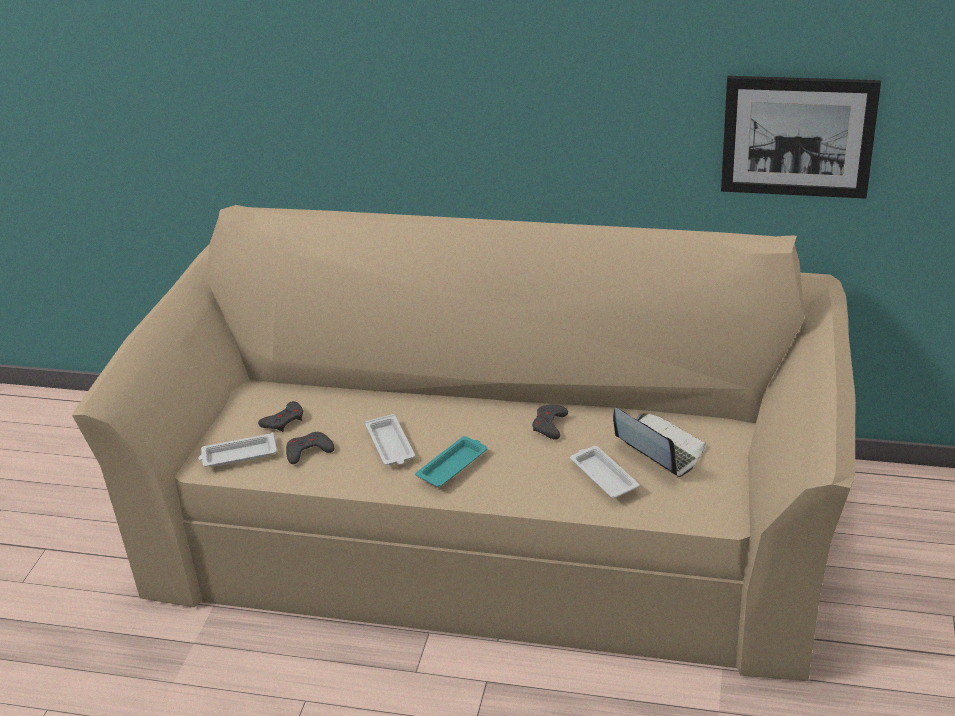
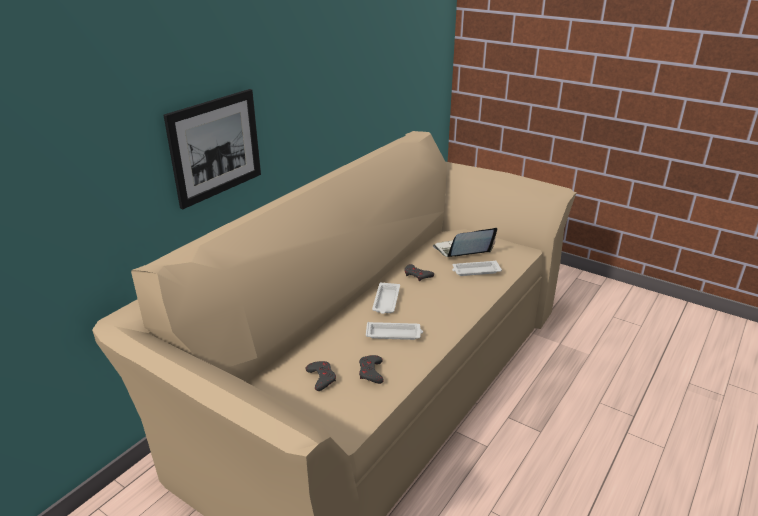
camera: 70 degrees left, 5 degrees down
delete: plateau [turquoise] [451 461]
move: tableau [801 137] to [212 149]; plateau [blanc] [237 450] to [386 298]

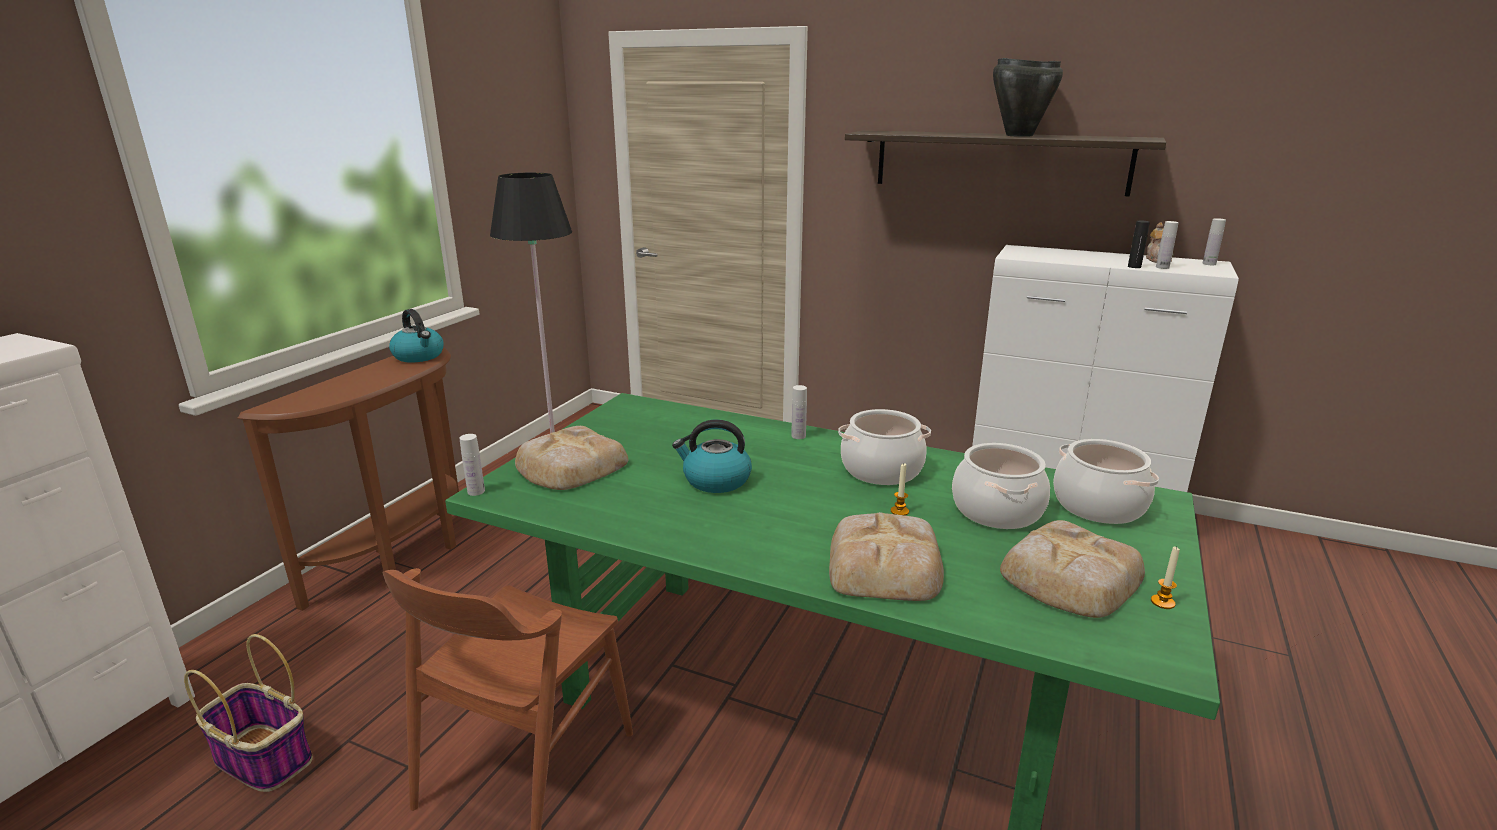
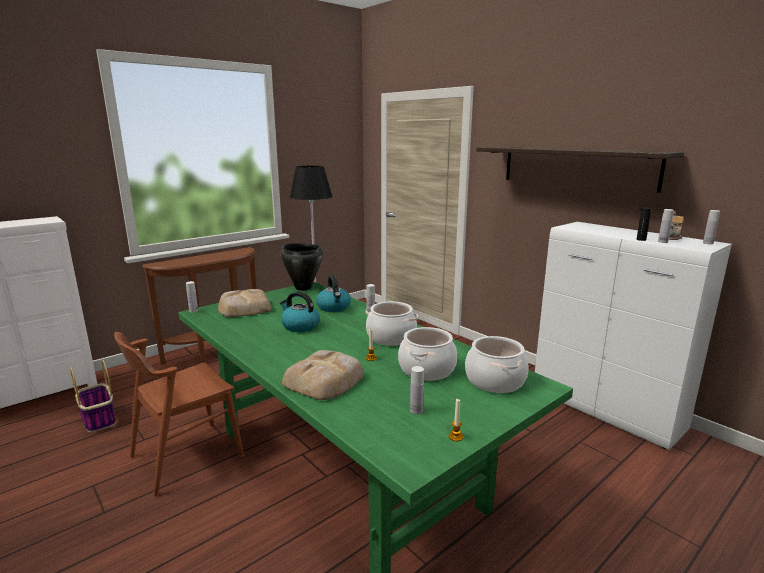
camera: 25 degrees right, 5 degrees down
move: marmite [noir] [1028 97] to [301 267]; bouilloire [416 336] to [333 293]
replace: pain [1072 569] to bouteille [blanc] [417 390]

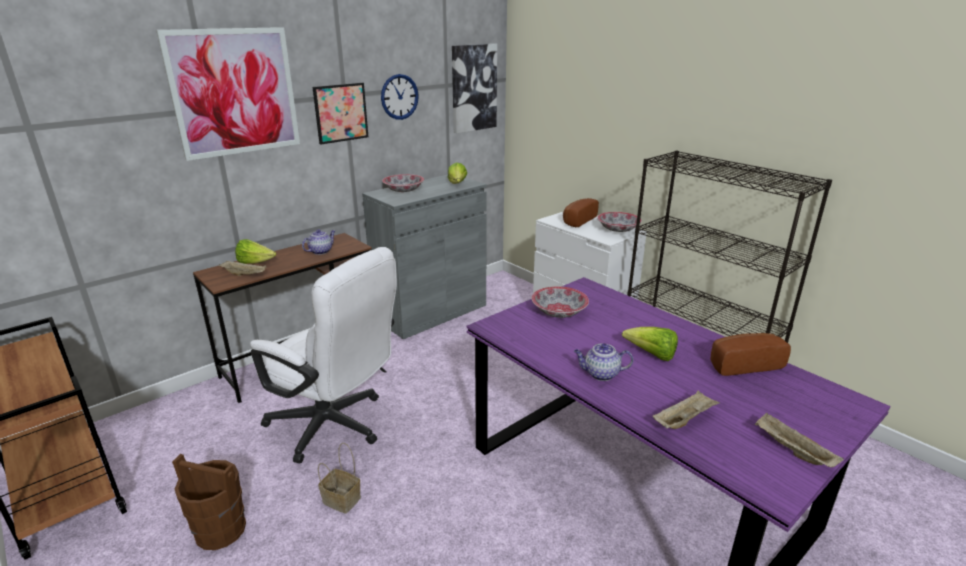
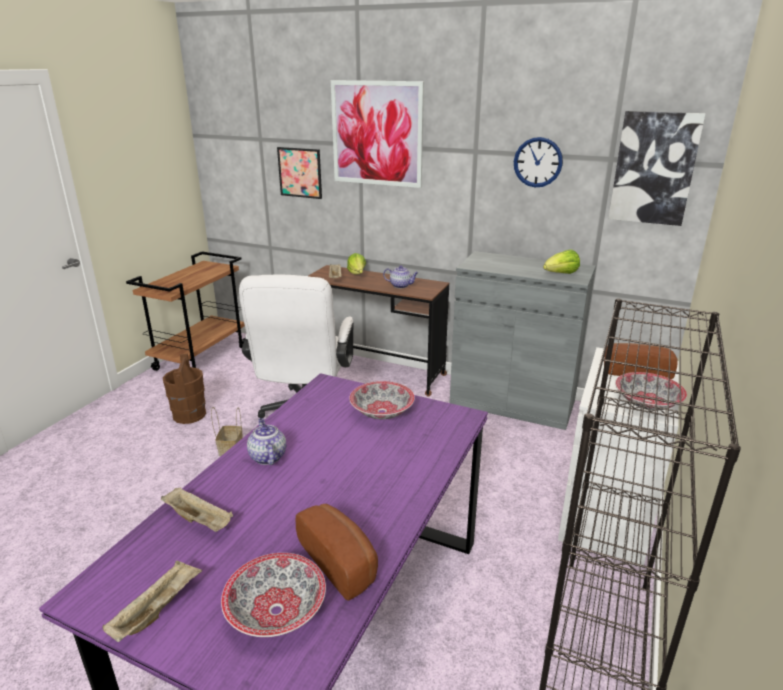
camera: 65 degrees right, 0 degrees up
delete: laitue [650 344]
move: bol [403 183] to [273 595]; tableau [340 114] to [299 173]

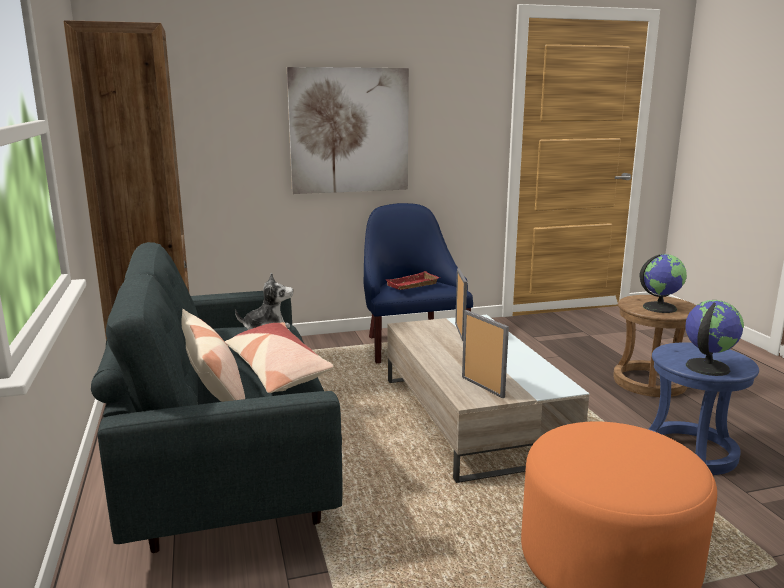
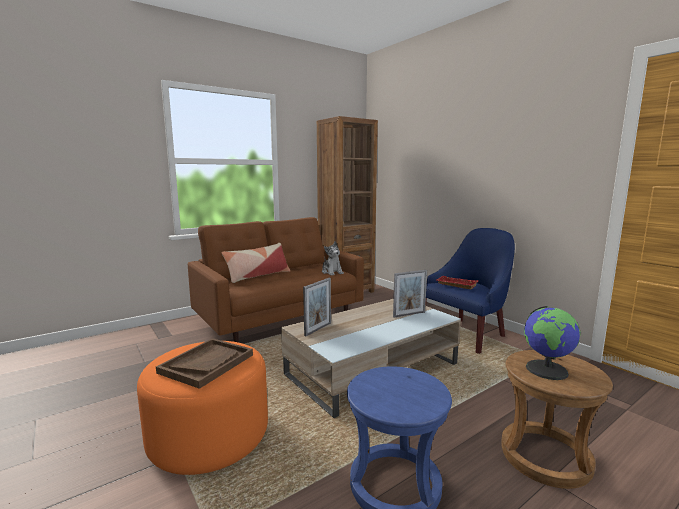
camera: 70 degrees right, 5 degrees down
delete: coussin [279 357]; tableau [348 130]; globe [715 338]
insert: plateau [marron] [204 363]
recolor: canapé [gris] [217 397] to canapé [marron] [276 279]

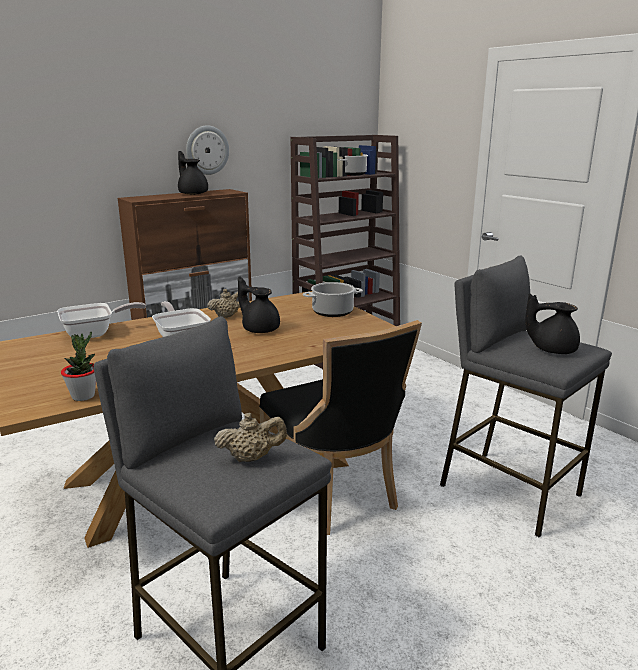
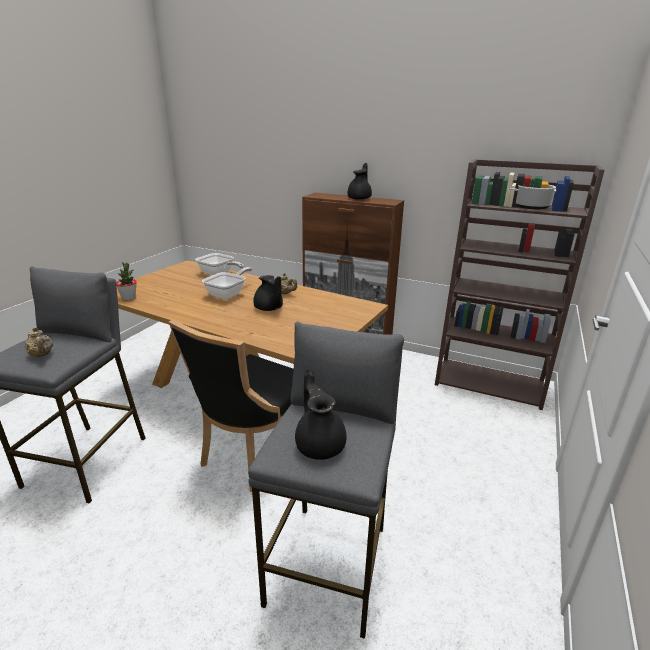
camera: 60 degrees right, 5 degrees up
delete: horloge murale [207 150]; marmite [333 299]
rotate: théière [noir] [259 305] = [268 293] 135 degrees clockwise

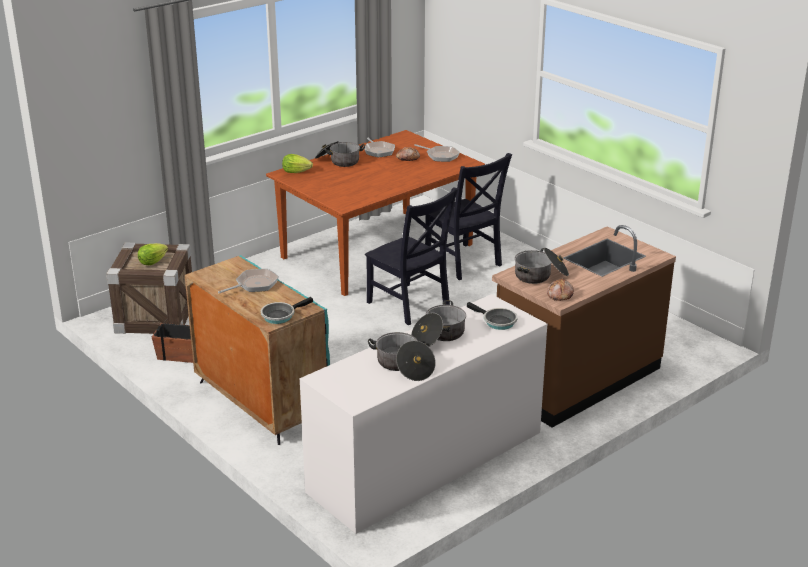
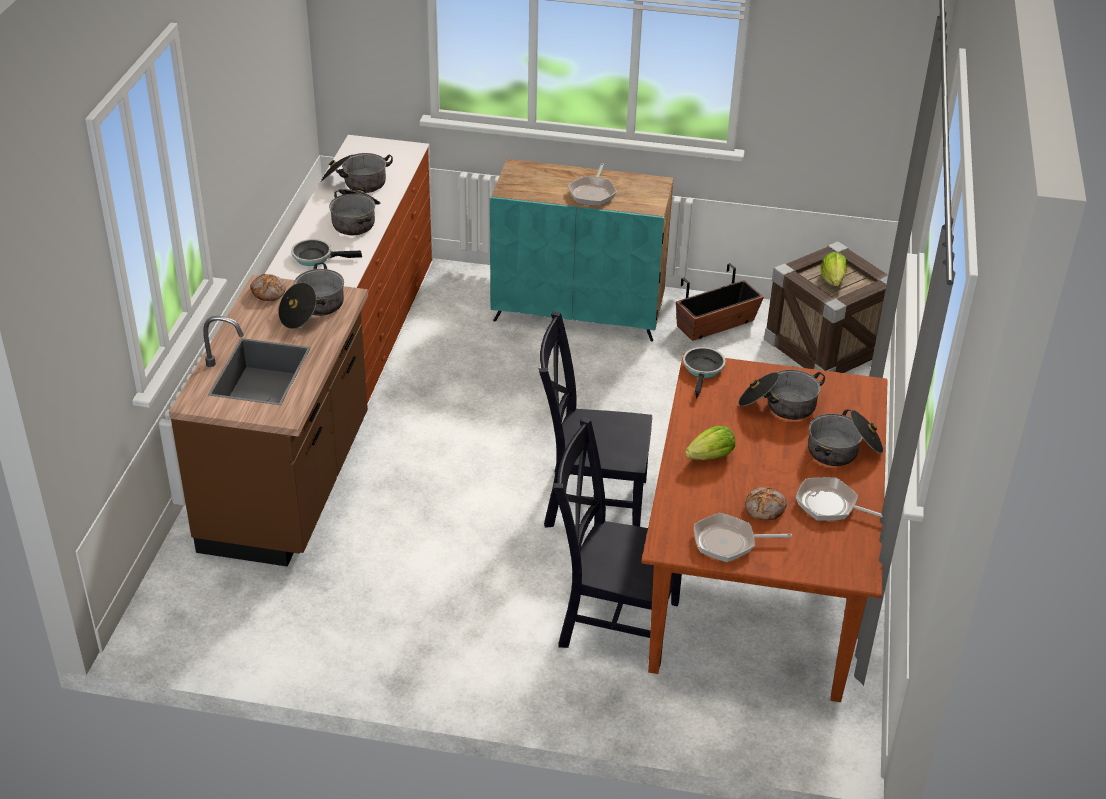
camera: 140 degrees right, 10 degrees up
insert: marmite [781 395]
move: poêle [287 310] to [704 372]; laitue [297 163] to [710 443]

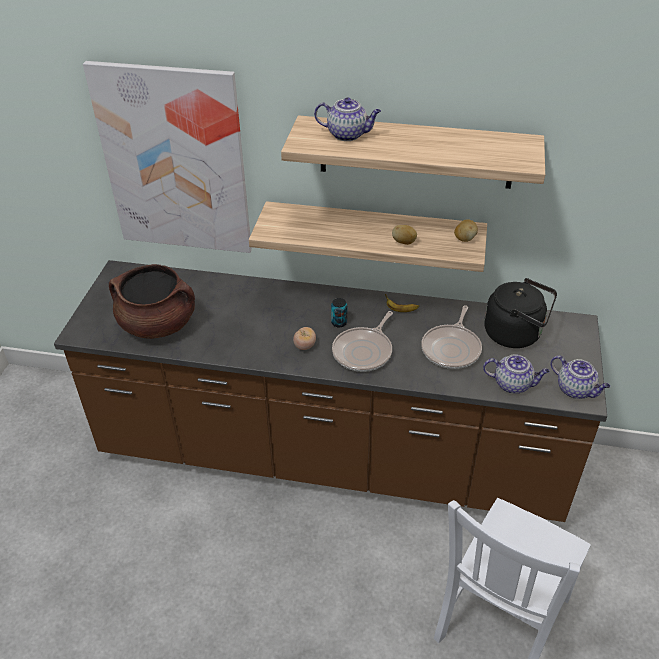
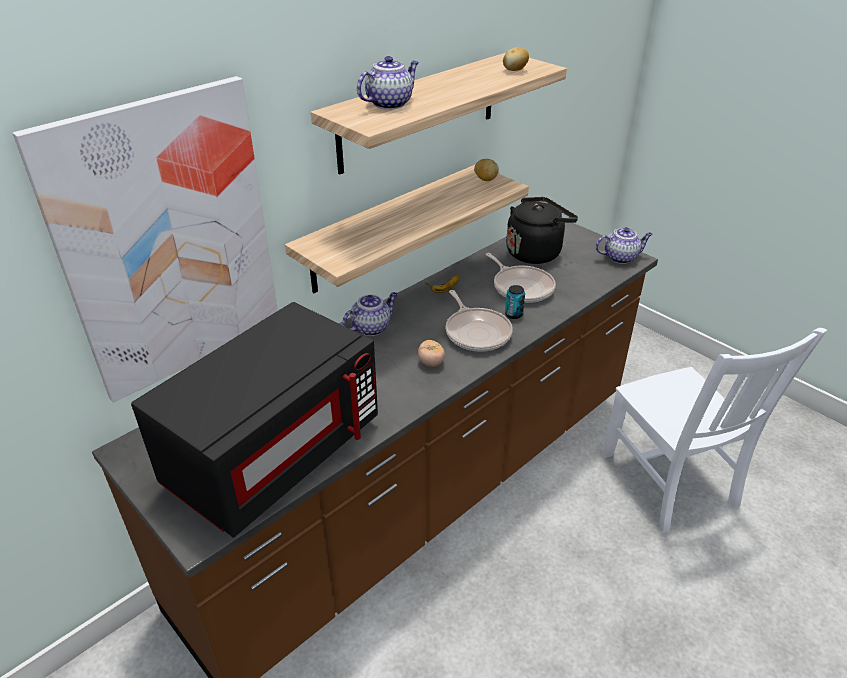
camera: 55 degrees left, 5 degrees down
move: théière [516 374] to [369 314]; pomme de terre [404 235] to [516 59]; boîte métallique [339 312] to [515 302]
replace: marmite [marron] [152 301] to micro-ondes [noir] [254 420]

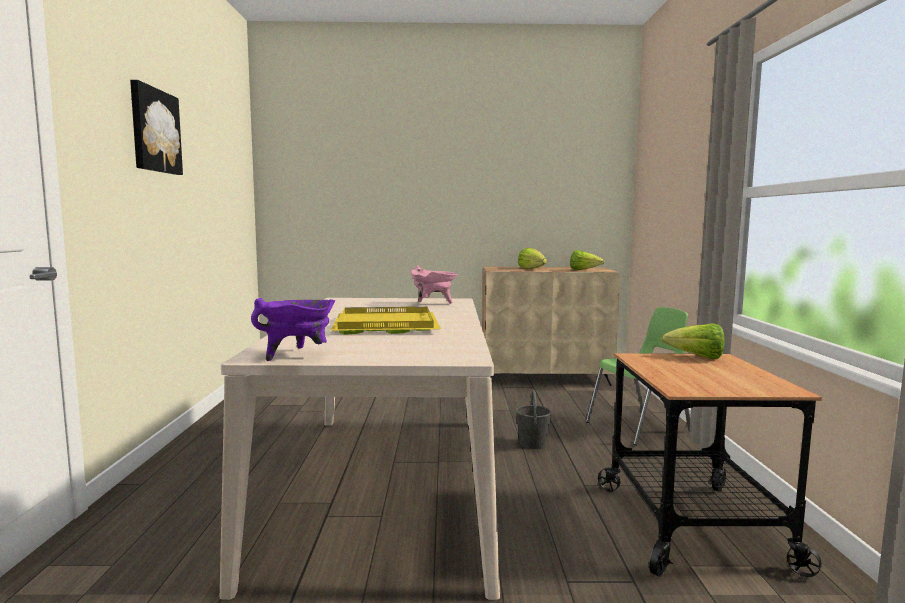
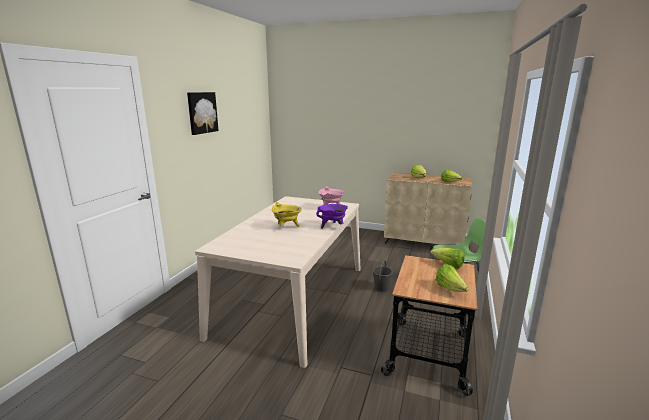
camera: 20 degrees right, 10 degrees up
insert: laitue [452 278]
move: marmite [violet] [293 329] to [332 216]
replace: plateau [jaune] [385 321] to marmite [jaune] [287 214]

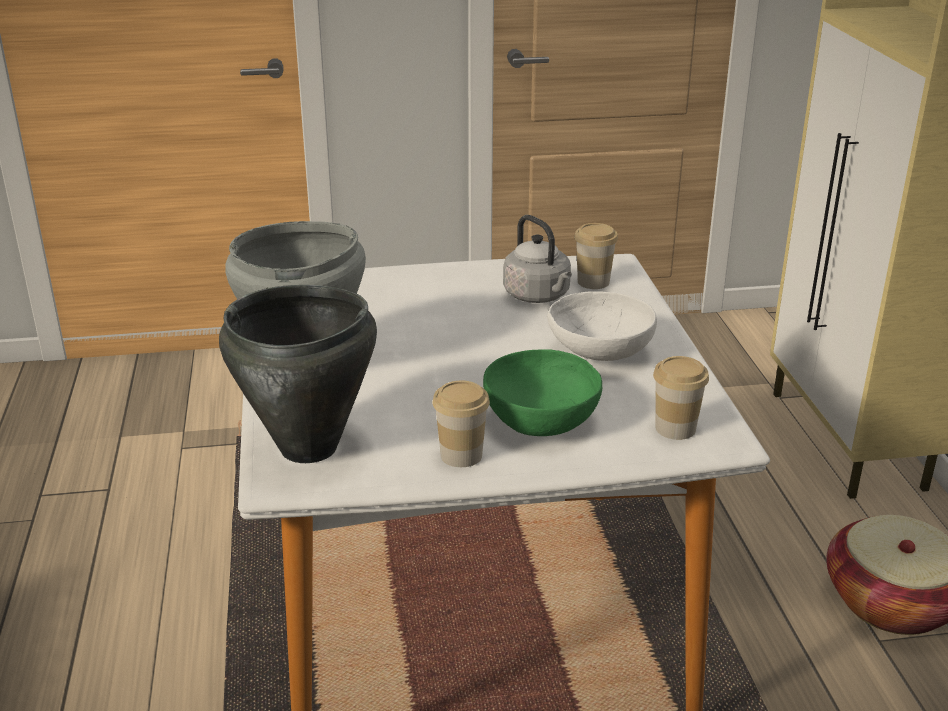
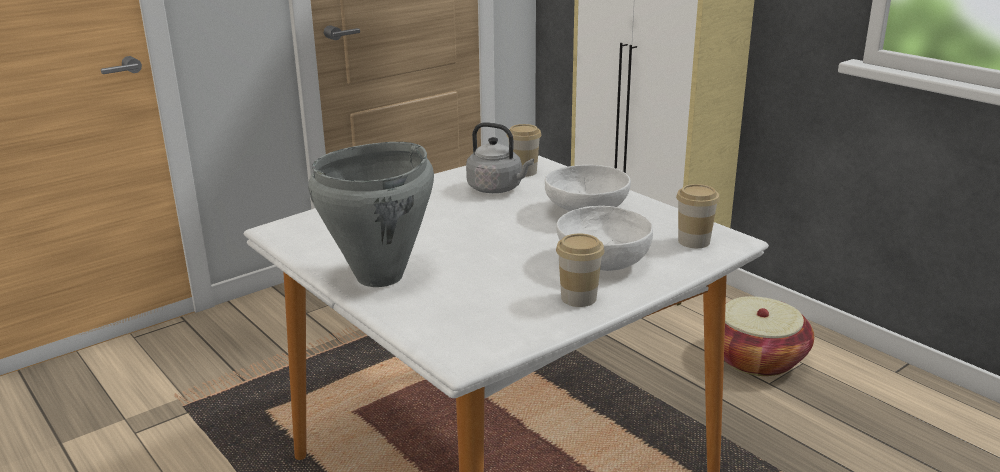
camera: 30 degrees left, 5 degrees down
delete: marmite [noir] [298 374]
recolor: bol [vert] [542 392] to bol [blanc] [604 238]

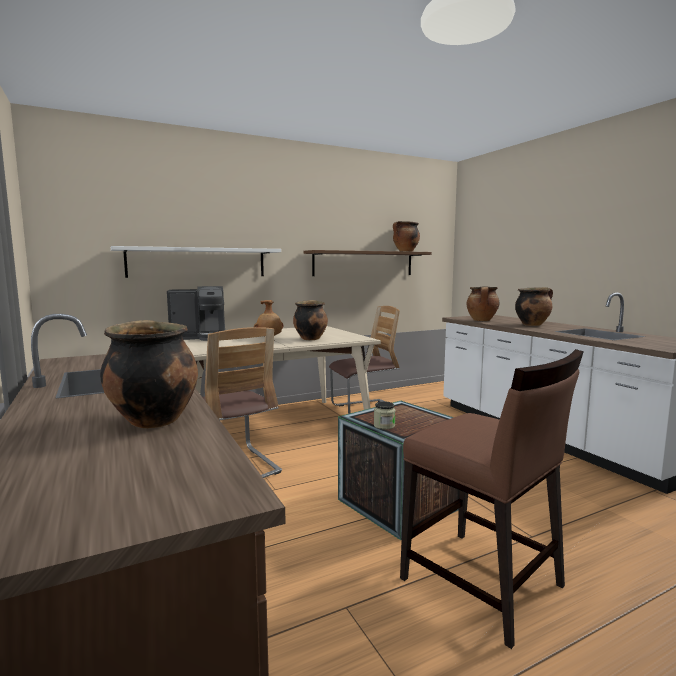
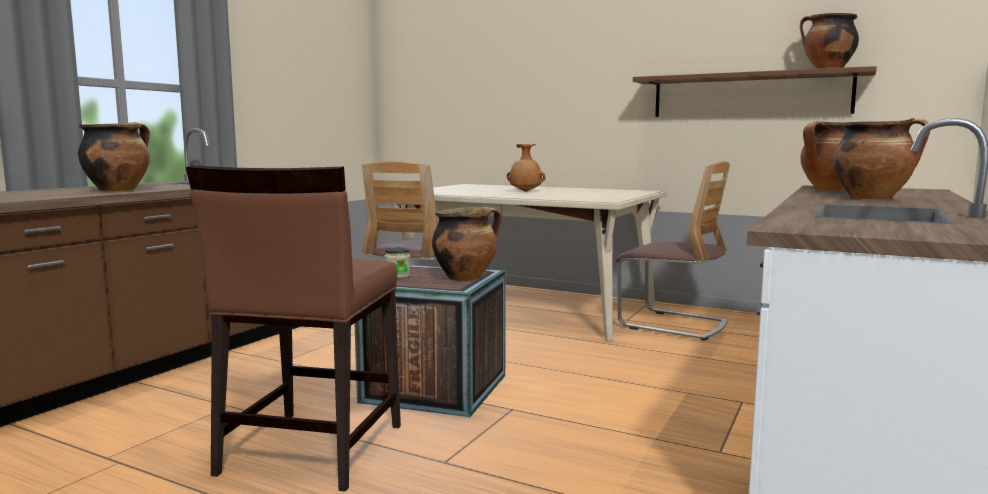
camera: 55 degrees right, 0 degrees up
delete: étagère [blanc] [196 262]; machine à café [196 313]
move: marmite [310 320] to [467 244]

